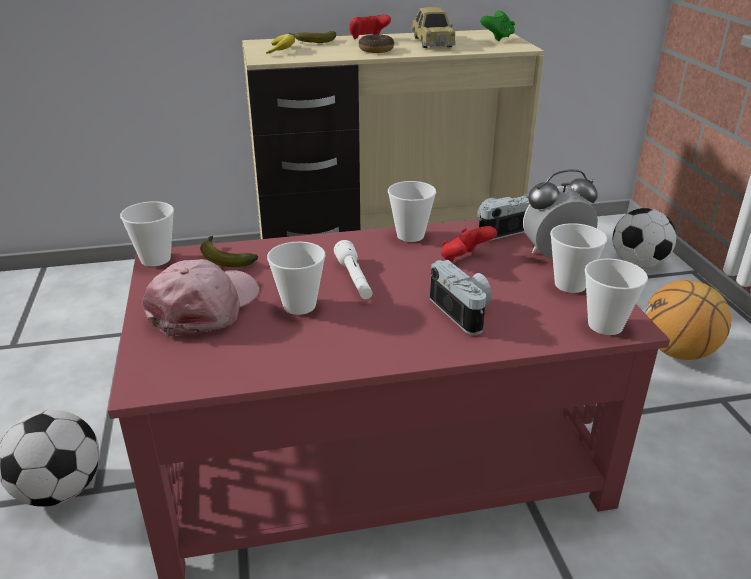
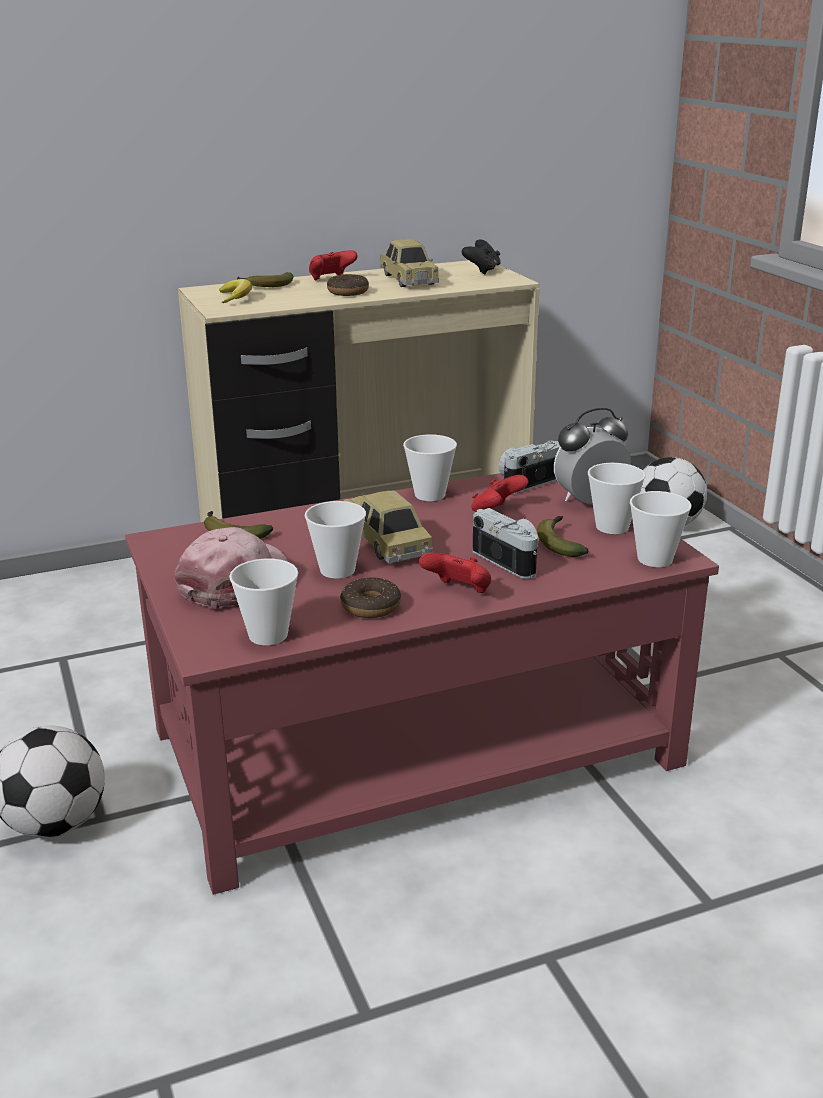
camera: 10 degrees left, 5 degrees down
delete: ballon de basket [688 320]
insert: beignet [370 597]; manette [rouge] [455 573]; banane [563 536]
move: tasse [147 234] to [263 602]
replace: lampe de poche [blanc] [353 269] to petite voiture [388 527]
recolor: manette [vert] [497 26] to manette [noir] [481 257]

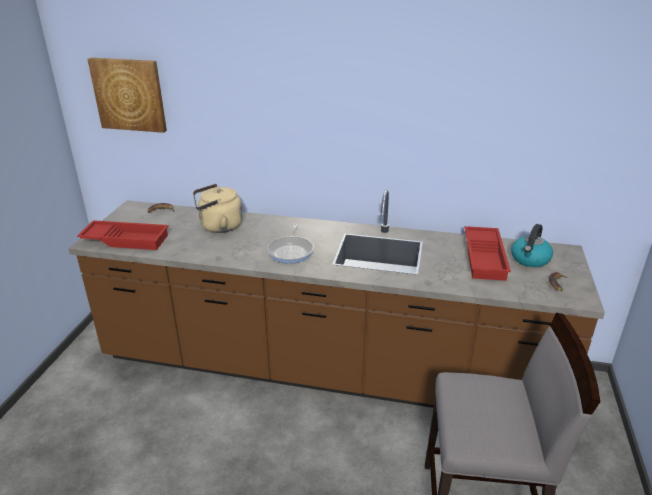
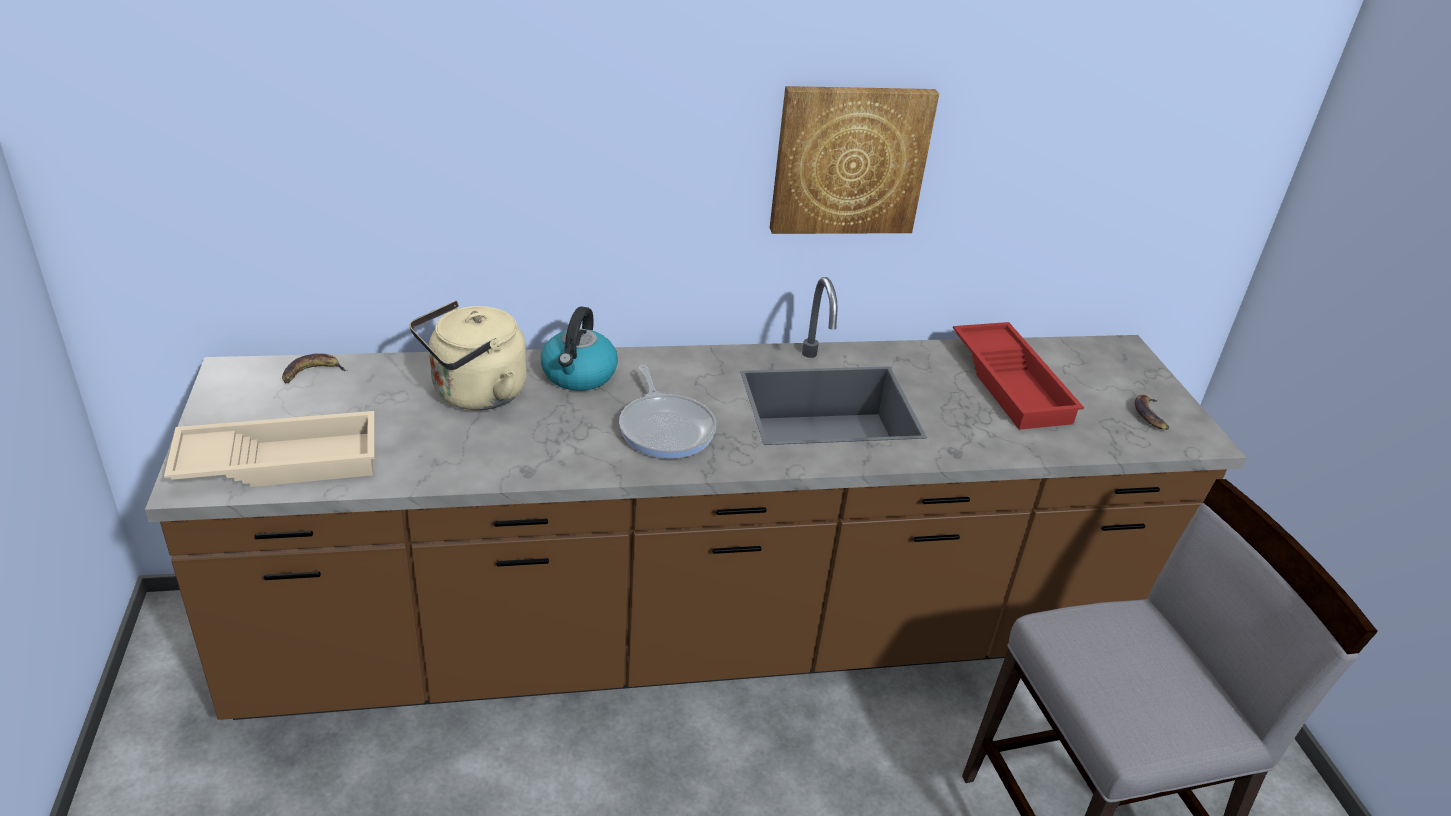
camera: 25 degrees left, 5 degrees up
move: bouilloire [532 245] to [579 348]; tableau [127 95] to [854 160]
recolor: plateau [rouge] [123 235] to plateau [beige] [269 449]

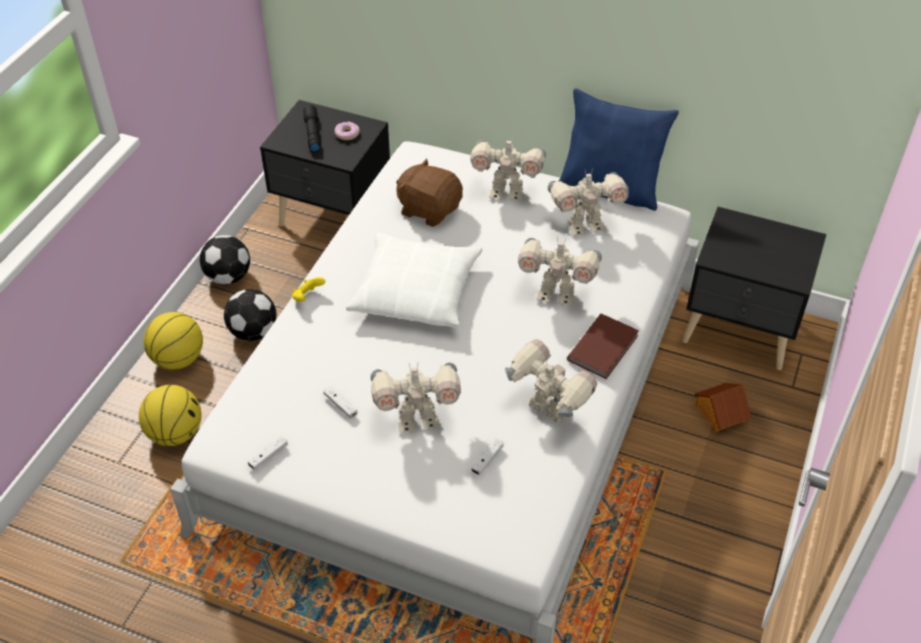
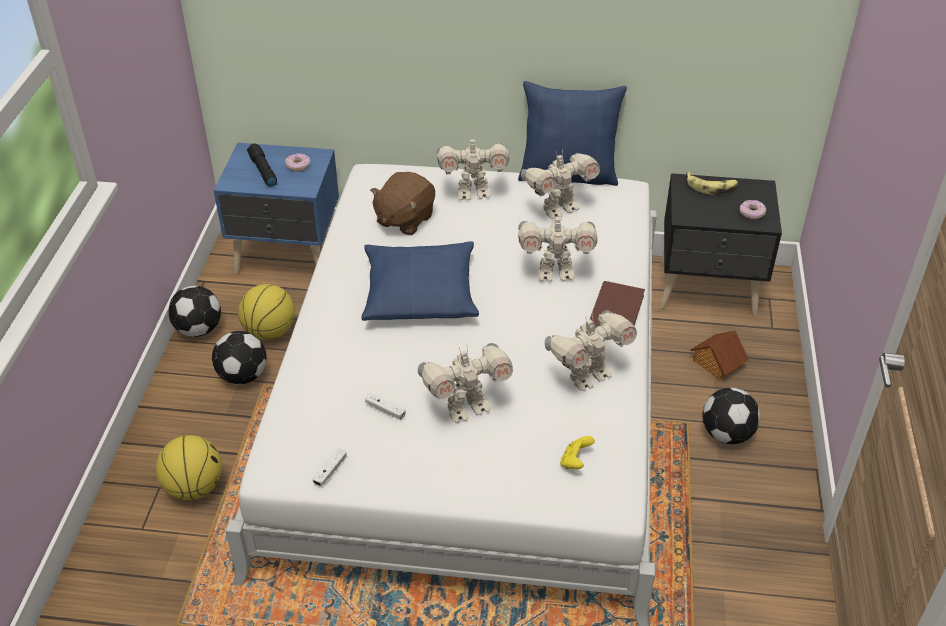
camera: 15 degrees left, 5 degrees down
delete: manette [blanc] [487 456]
insert: banane [712 183]; ballon de foot [731 416]; beignet [753 209]
move: ballon de basket [173 341] to [266 312]; manette [jaune] [308 289] to [577 452]
recolor: table de chevet [noir] [325 163] to table de chevet [bleu] [276 208]; coussin [blanc] [414 280] to coussin [bleu] [420 281]
rotate: peluche [marron] [429 192] = [402 203] 75 degrees counterclockwise; robot jouet [551 381] = [591 351] 120 degrees clockwise

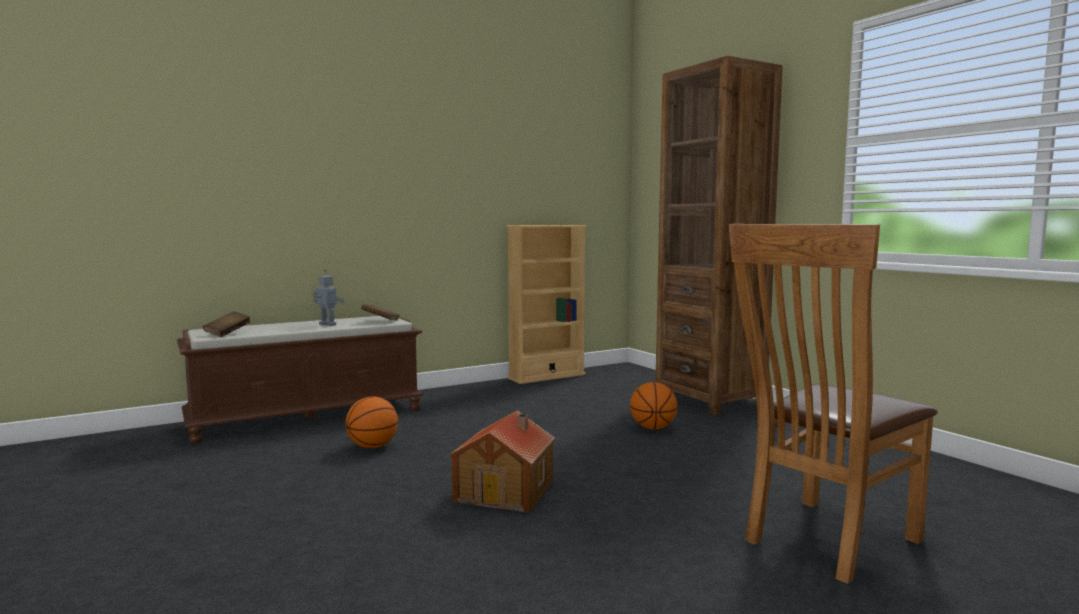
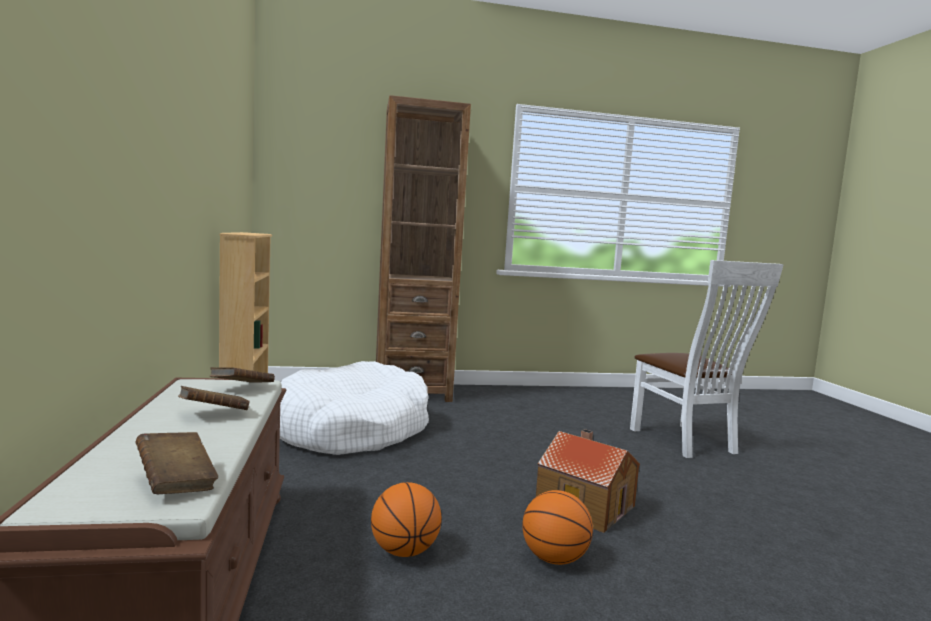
camera: 70 degrees left, 0 degrees up
insert: panier pour chien [blanc] [354 408]
move: ballon de basket [653 405] to [557 527]
replace: robot jouet [328 297] to livre [marron] [214 398]
recolor: chaise [marron] [833 404] to chaise [blanc] [707 359]

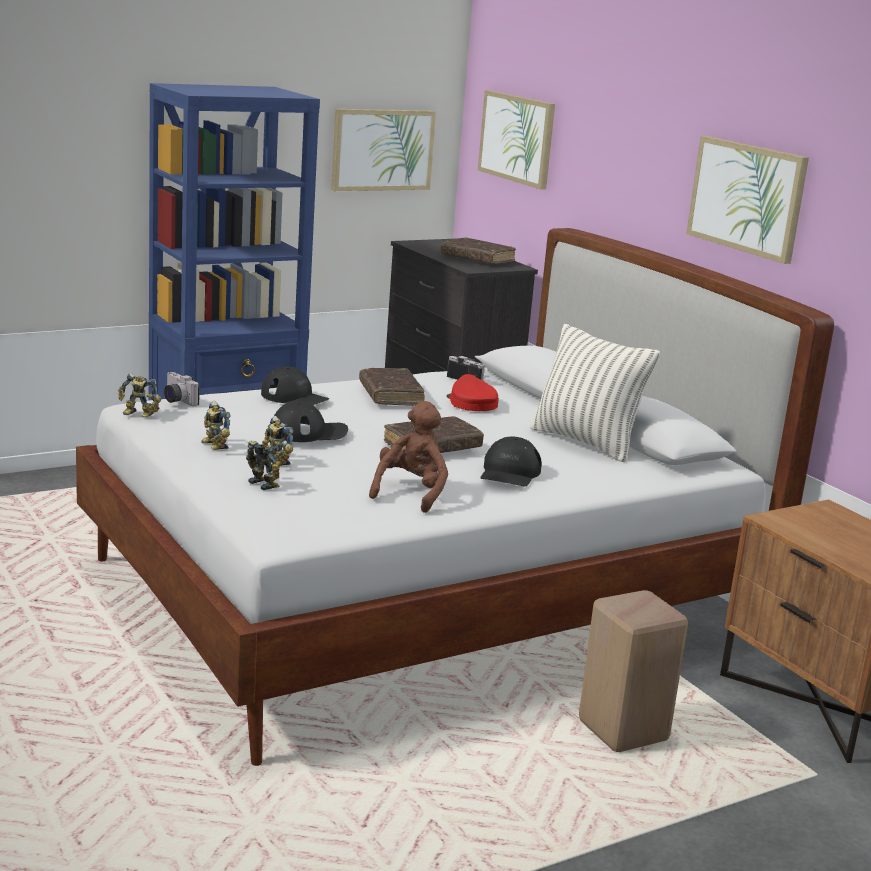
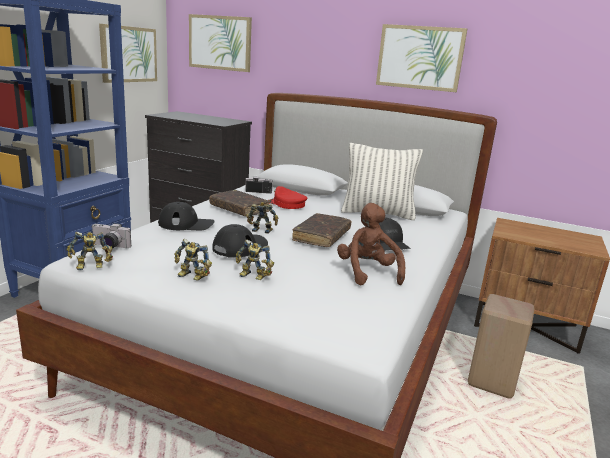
camera: 35 degrees left, 0 degrees up
delete: livre [marron] [478 251]
move: robot jouet [263 465] to [262 218]

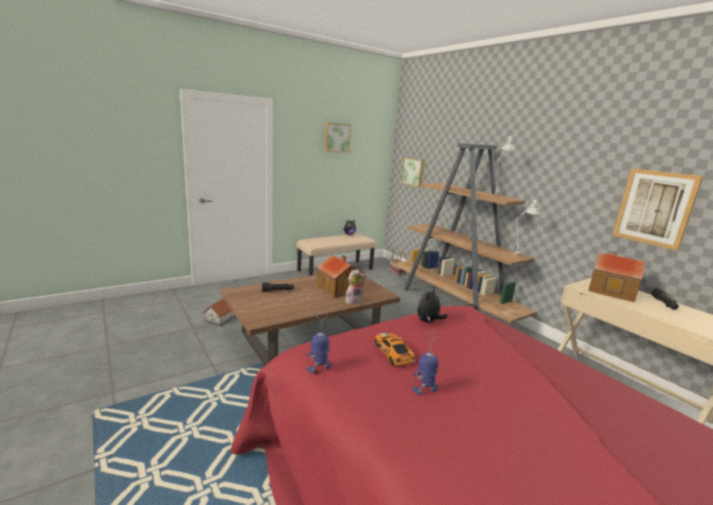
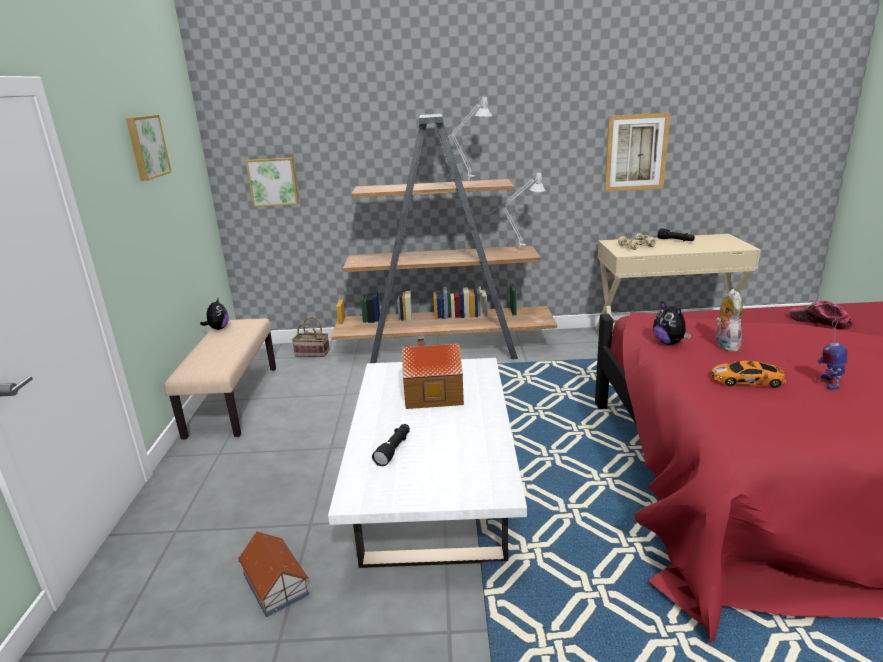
camera: 55 degrees left, 5 degrees up
delete: robot jouet [319 342]
insert: casquette [821 315]
move: peluche [355 287] to [729 320]
replace: maison miniature [616 276] to petite voiture [beige] [637 241]
recolor: table basse [marron] [310 320] to table basse [blanc] [427 463]

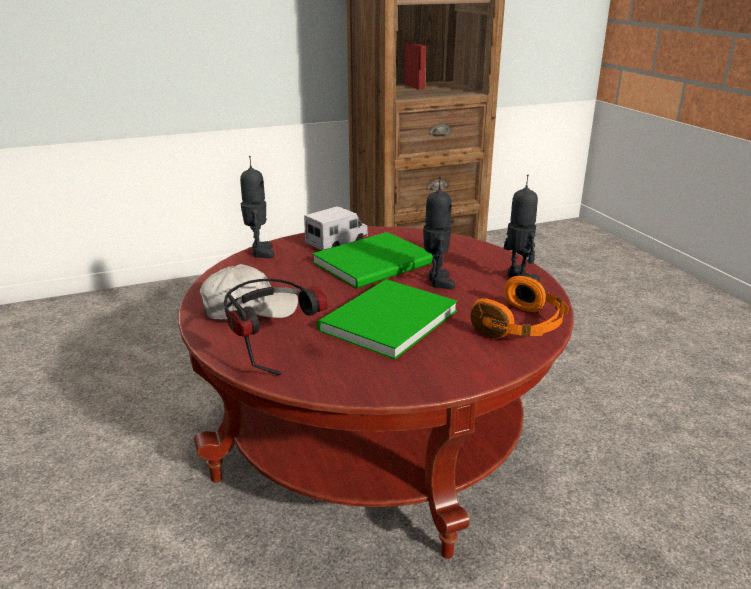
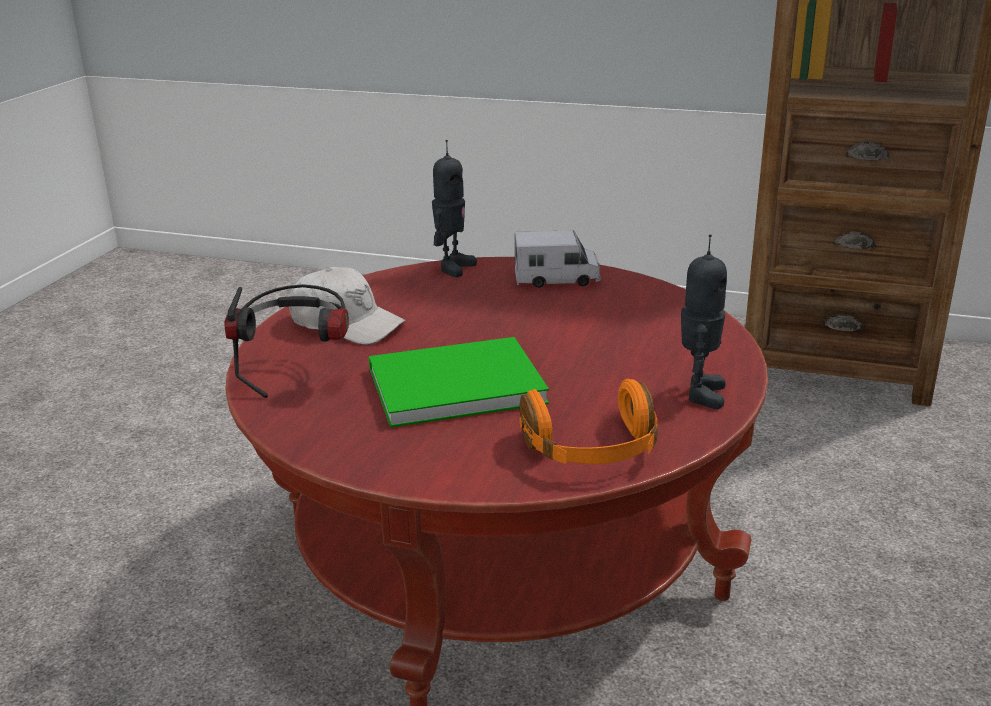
camera: 40 degrees right, 0 degrees up
delete: livre [vert] [372 260]; robot jouet [439 233]

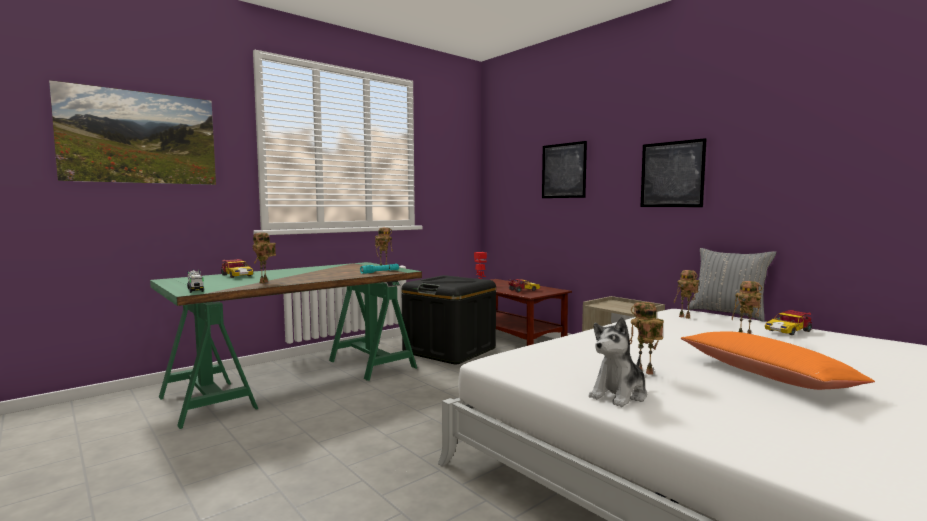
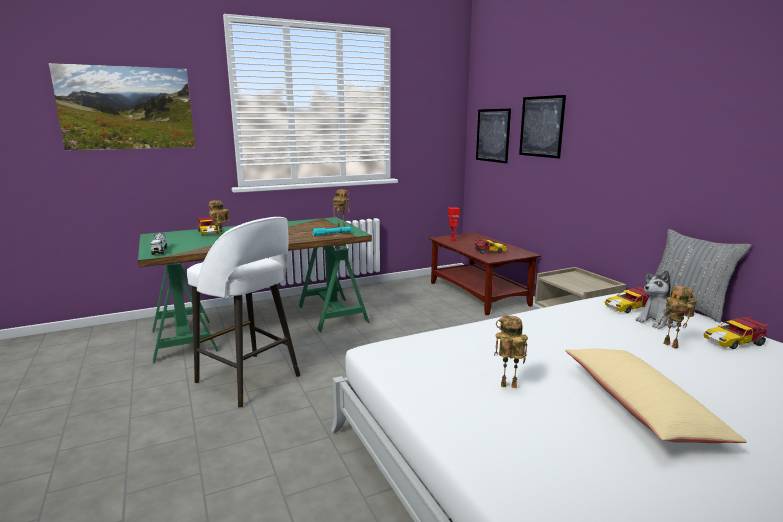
camera: 15 degrees right, 10 degrees up
delete: boîte de rangement [noir] [448 319]
insert: tabouret [blanc] [243 312]
move: tableau [674 172] to [493 136]; peluche [618 362] to [657 299]
replace: robot jouet [686 294] to petite voiture [627 300]
recolor: coussin [orange] [778 361] to coussin [beige] [656 396]

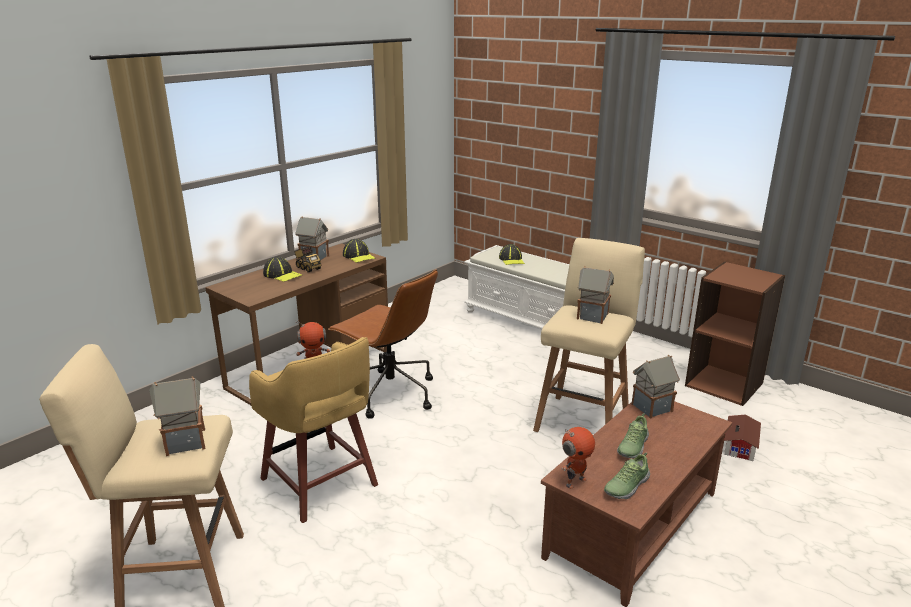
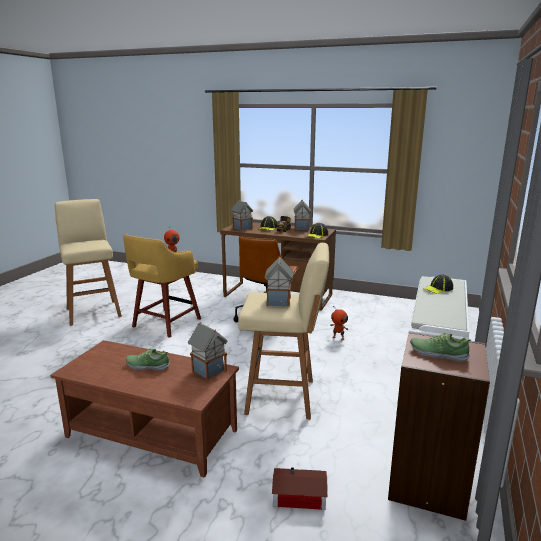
camera: 70 degrees right, 5 degrees down
move: maison miniature [177 416] to [242 215]; robot jouet [578 458] to [339 323]; chaussure [627 475] to [441 347]

